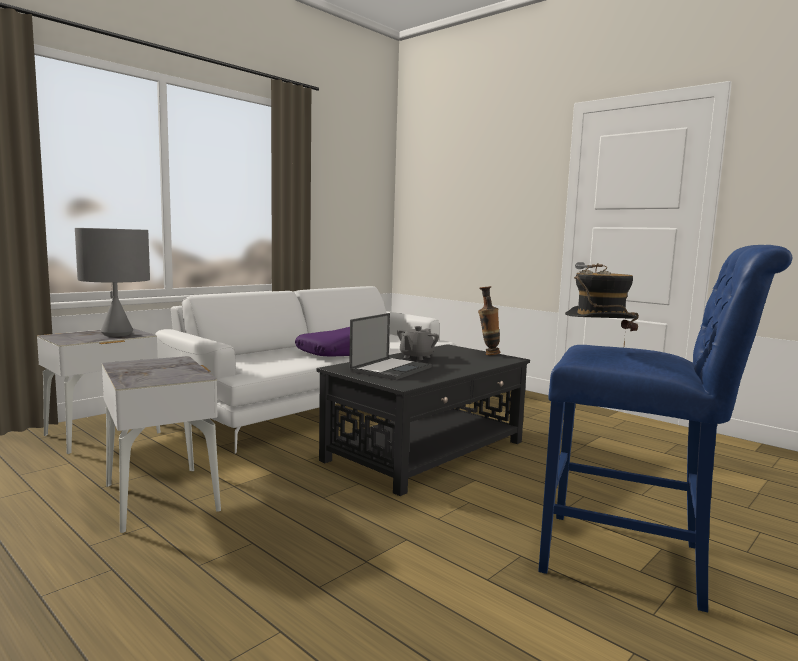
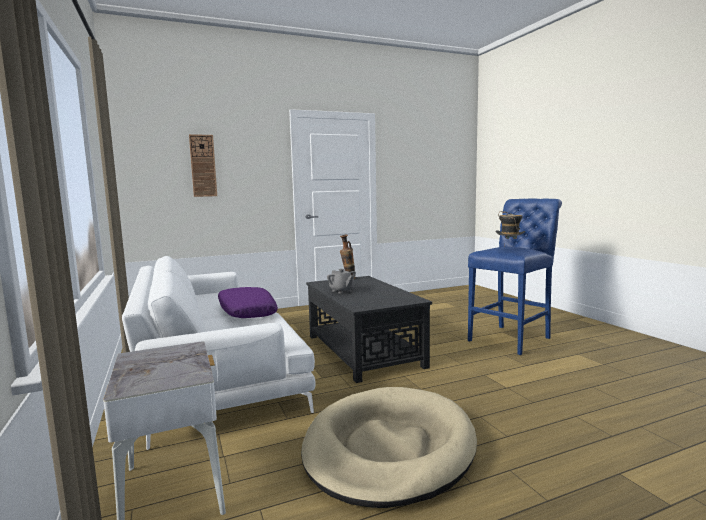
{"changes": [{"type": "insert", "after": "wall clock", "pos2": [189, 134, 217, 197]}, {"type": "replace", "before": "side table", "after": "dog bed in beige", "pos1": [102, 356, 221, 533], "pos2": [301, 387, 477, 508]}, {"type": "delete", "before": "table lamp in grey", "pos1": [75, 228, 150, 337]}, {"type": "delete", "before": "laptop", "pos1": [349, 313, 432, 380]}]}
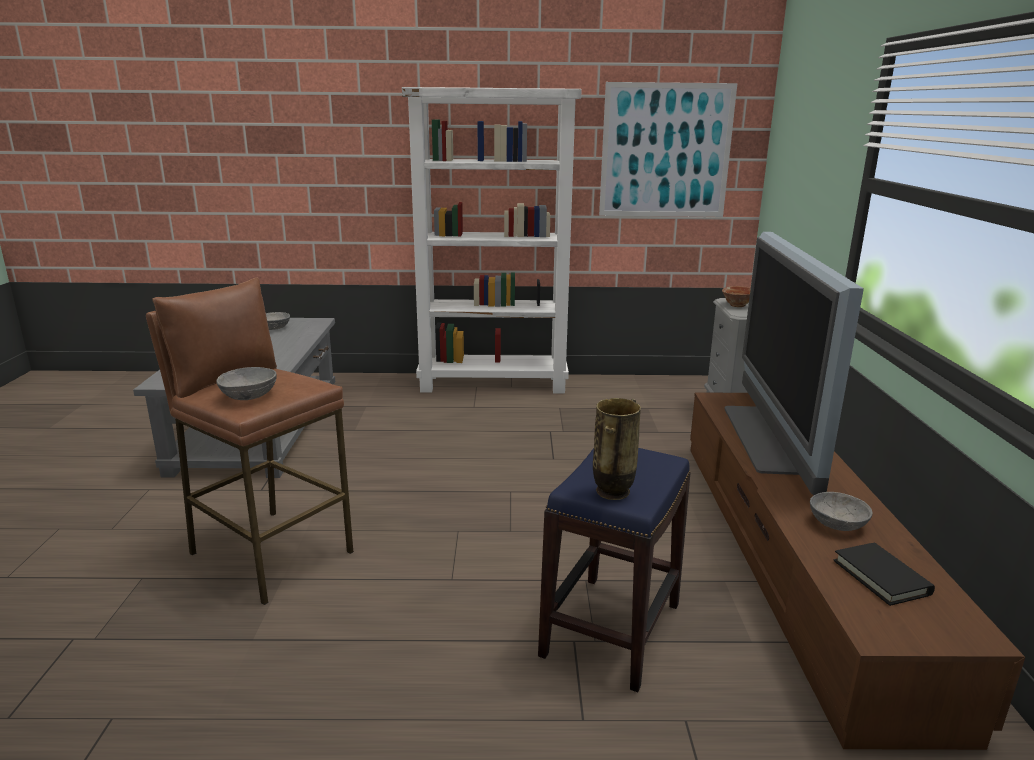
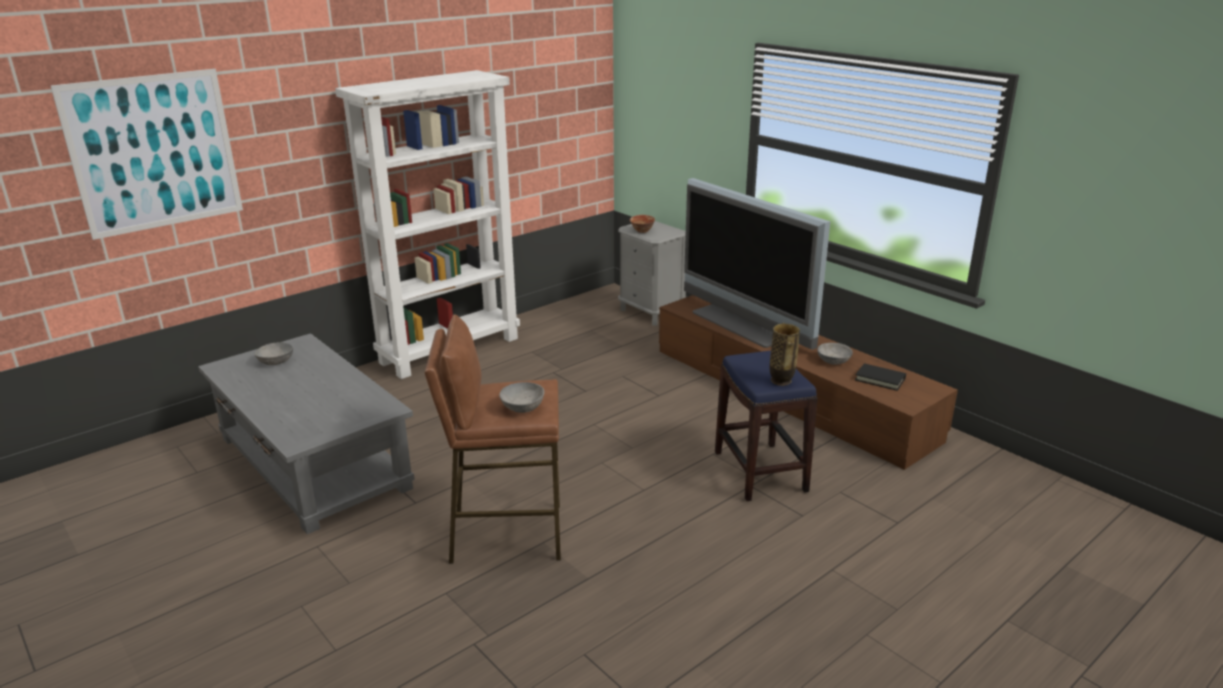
{"changes": [{"type": "move", "before": "picture", "pos1": [599, 82, 737, 217], "pos2": [51, 69, 243, 240]}]}
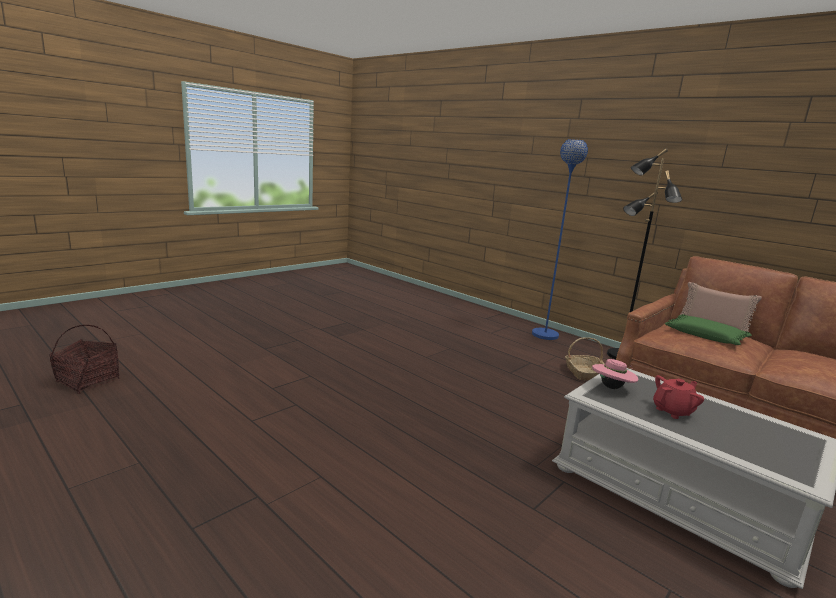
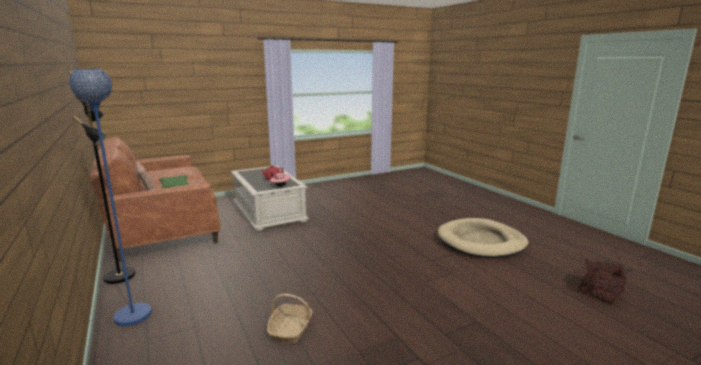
{"changes": [{"type": "move", "before": "basket", "pos1": [565, 337, 604, 380], "pos2": [267, 294, 312, 344]}, {"type": "insert", "after": "dog bed in beige", "pos2": [438, 218, 528, 258]}]}
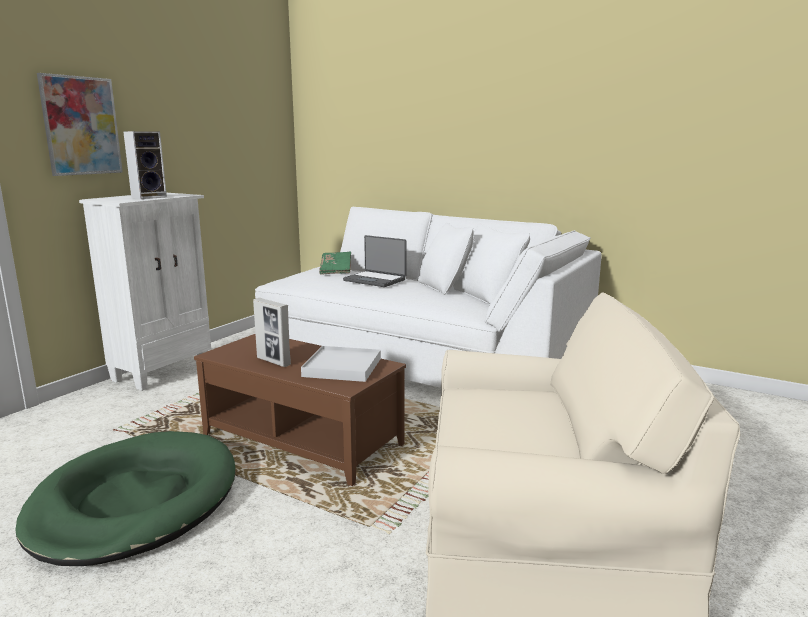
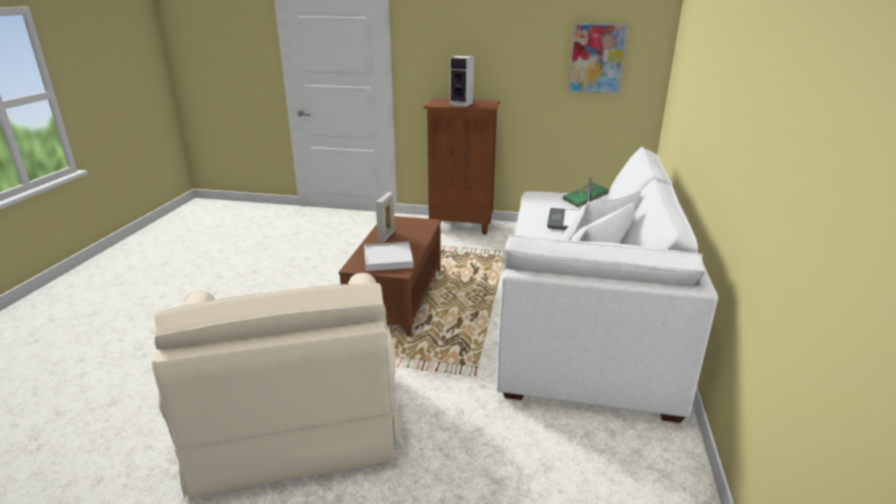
{"changes": [{"type": "recolor", "before": "cabinet in white", "after": "cabinet in brown", "pos1": [79, 193, 211, 391], "pos2": [424, 98, 500, 234]}, {"type": "move", "before": "picture", "pos1": [37, 73, 123, 176], "pos2": [568, 23, 628, 94]}, {"type": "delete", "before": "dog bed in green", "pos1": [15, 431, 235, 566]}]}
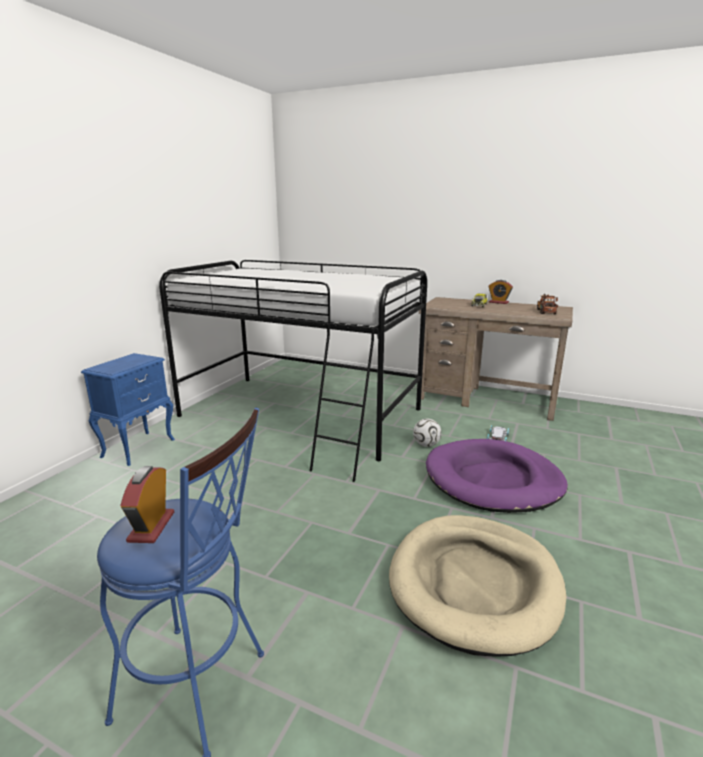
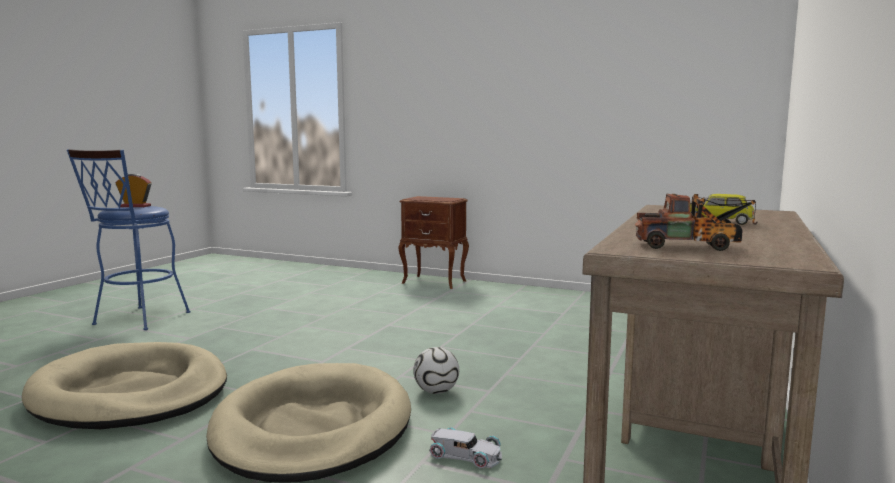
{"changes": [{"type": "recolor", "before": "dog bed in purple", "after": "dog bed in beige", "pos1": [426, 439, 568, 513], "pos2": [206, 363, 411, 483]}, {"type": "recolor", "before": "nightstand in blue", "after": "nightstand in brown", "pos1": [81, 353, 175, 466], "pos2": [398, 196, 469, 289]}, {"type": "delete", "before": "bed in black", "pos1": [159, 260, 427, 482]}, {"type": "delete", "before": "alarm clock", "pos1": [488, 280, 513, 304]}]}
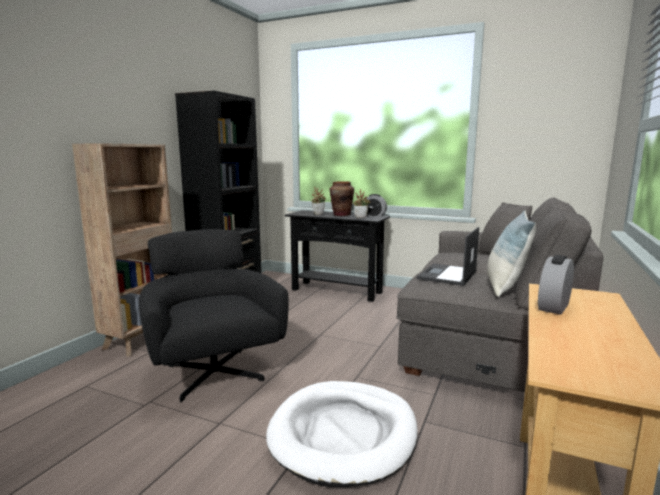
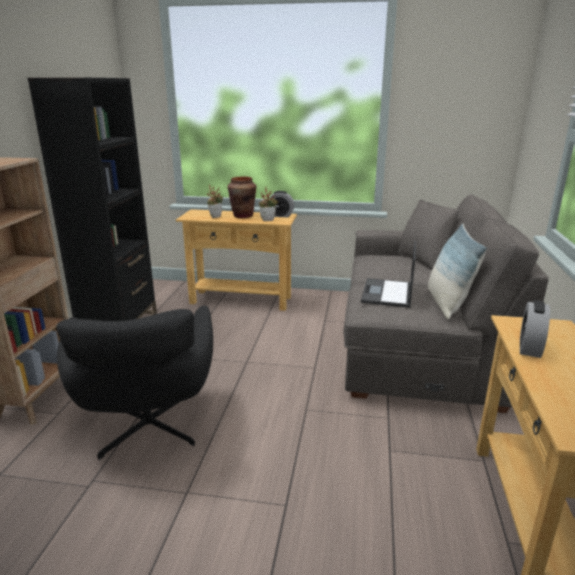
{"changes": [{"type": "rotate", "before": "armchair in black", "pos1": [139, 229, 289, 402], "pos2": [56, 305, 213, 460], "turn": -150}, {"type": "recolor", "before": "console table in black", "after": "console table in beige", "pos1": [285, 210, 390, 302], "pos2": [176, 209, 297, 311]}, {"type": "delete", "before": "dog bed in white", "pos1": [266, 381, 418, 487]}]}
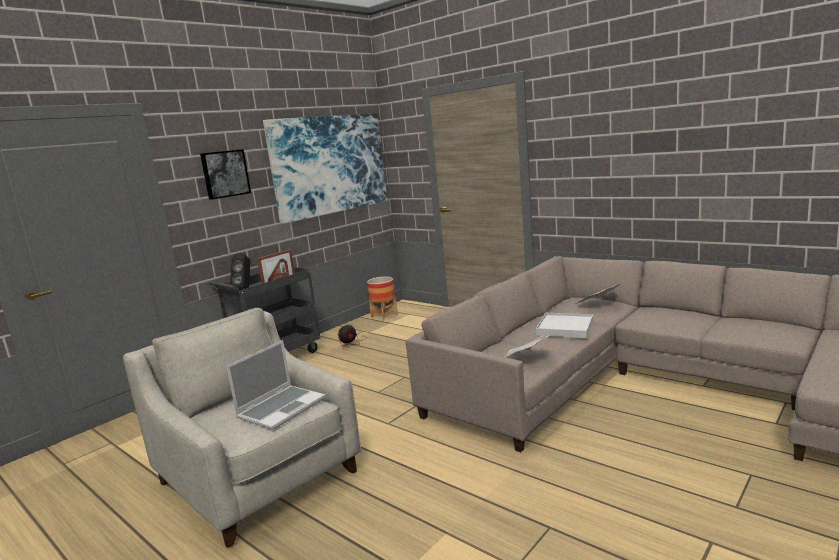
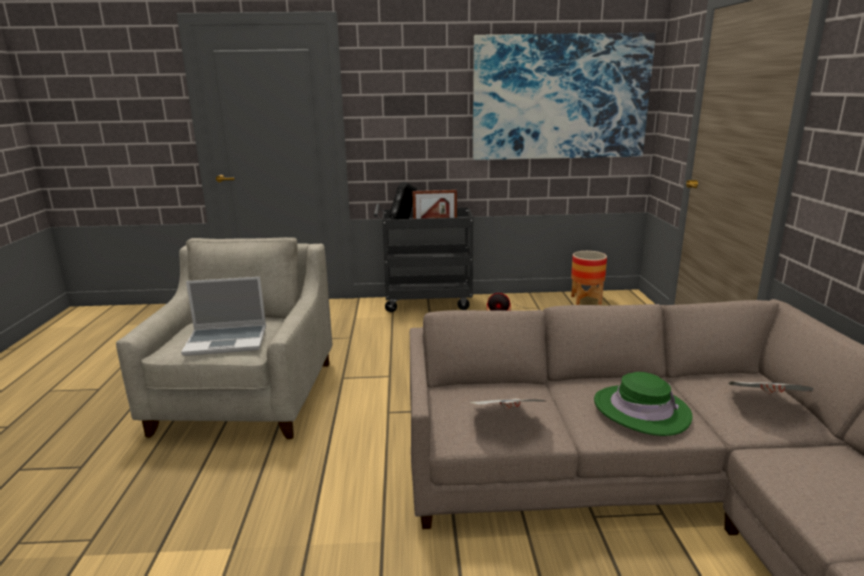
{"changes": [{"type": "replace", "before": "tray in white", "after": "hat in green", "pos1": [536, 313, 593, 338], "pos2": [594, 372, 692, 436]}, {"type": "delete", "before": "picture", "pos1": [200, 149, 251, 200]}]}
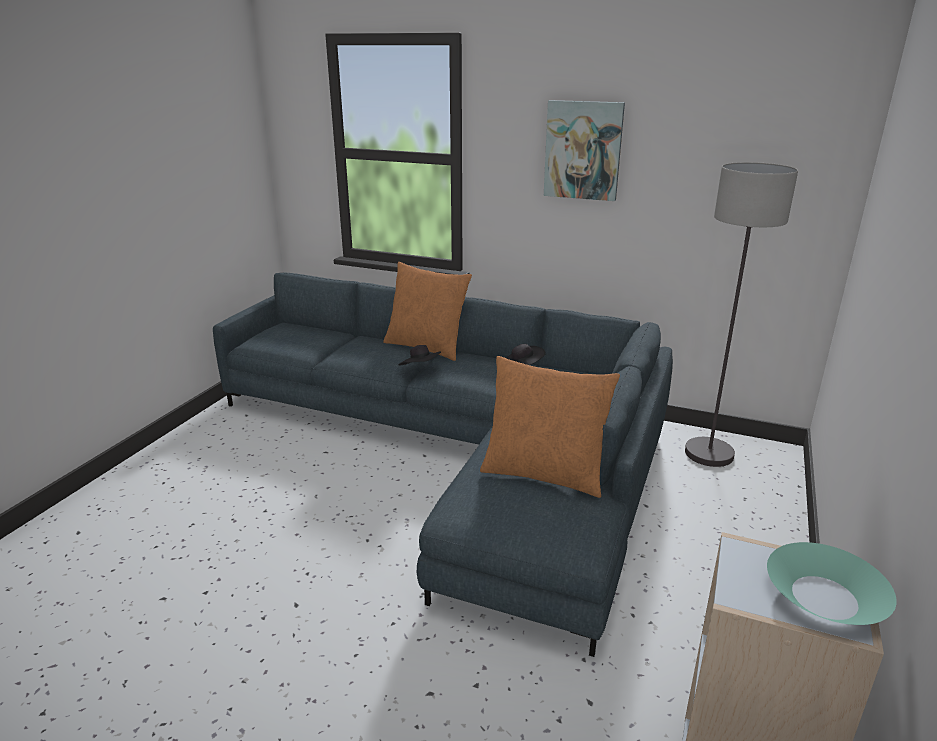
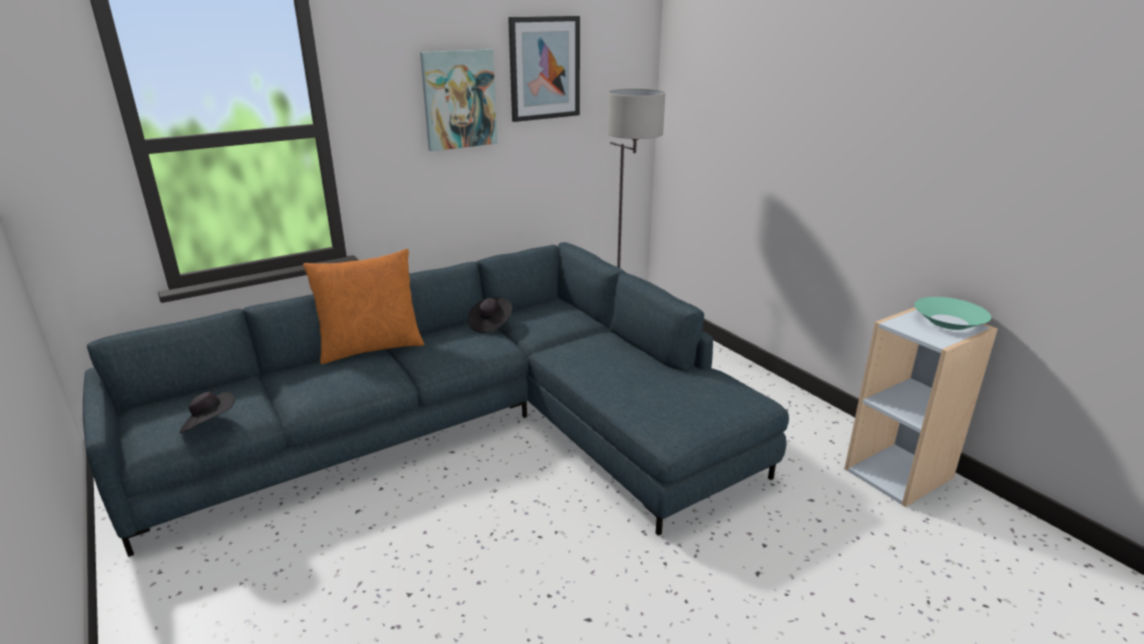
{"changes": [{"type": "move", "before": "hat in black", "pos1": [398, 345, 441, 366], "pos2": [180, 392, 235, 434]}, {"type": "insert", "after": "picture", "pos2": [508, 16, 580, 122]}, {"type": "delete", "before": "pillow in orange", "pos1": [480, 356, 620, 498]}]}
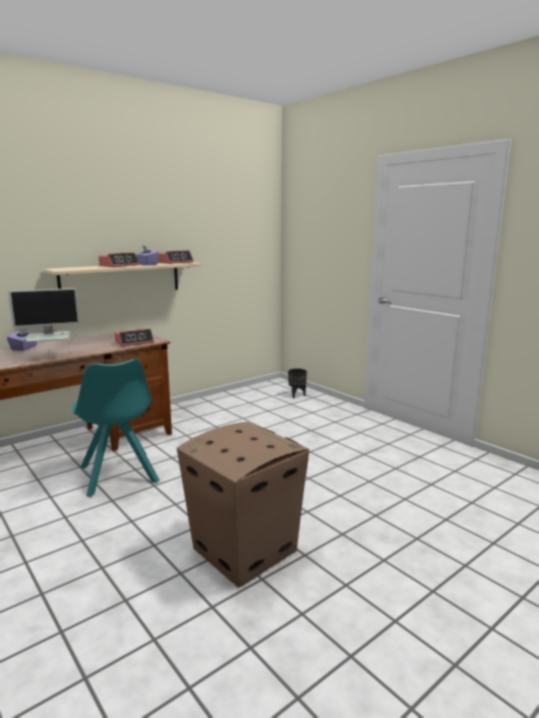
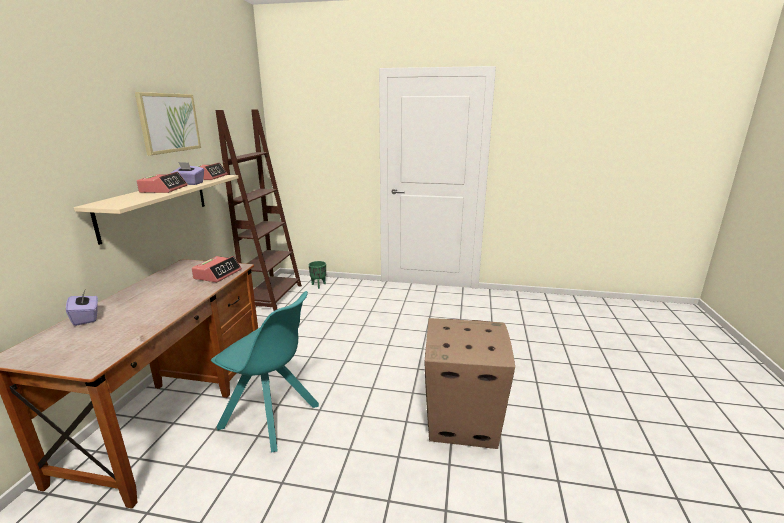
{"changes": [{"type": "insert", "after": "picture", "pos2": [135, 92, 201, 155]}, {"type": "insert", "after": "bookcase in brown", "pos2": [216, 110, 302, 311]}, {"type": "recolor", "before": "planter in black", "after": "planter in green", "pos1": [288, 368, 307, 398], "pos2": [309, 261, 326, 289]}, {"type": "delete", "before": "monitor", "pos1": [8, 288, 80, 354]}]}
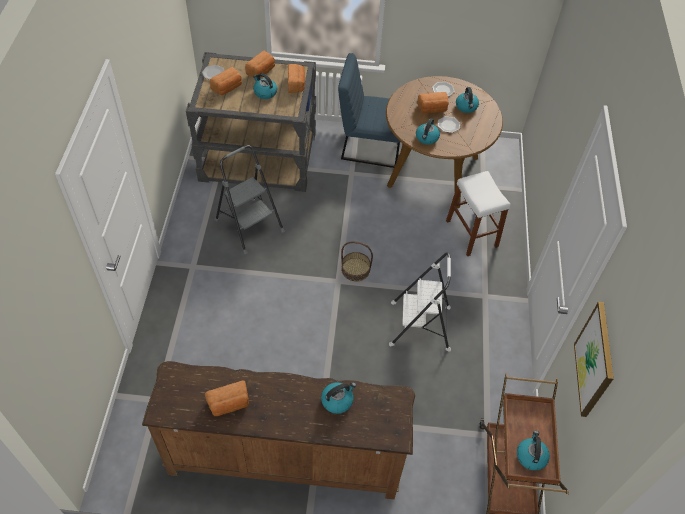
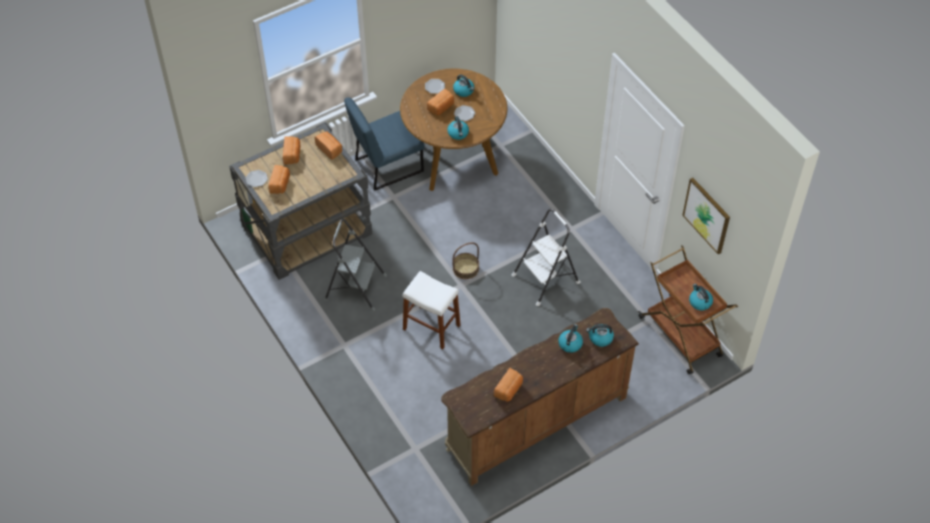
{"changes": [{"type": "move", "before": "stool in white", "pos1": [446, 171, 510, 256], "pos2": [403, 271, 461, 350]}, {"type": "move", "before": "kettle", "pos1": [253, 73, 277, 99], "pos2": [586, 324, 614, 347]}]}
